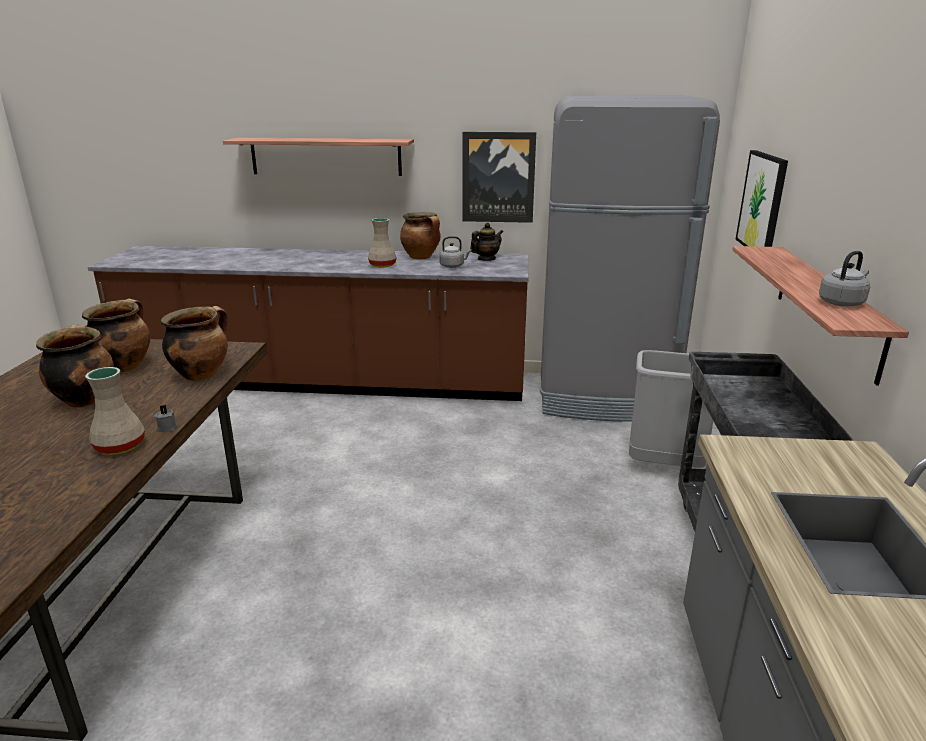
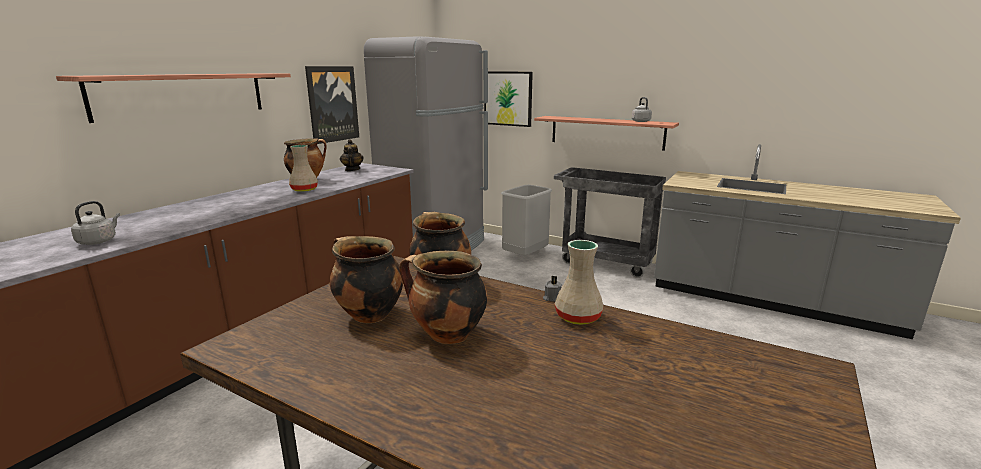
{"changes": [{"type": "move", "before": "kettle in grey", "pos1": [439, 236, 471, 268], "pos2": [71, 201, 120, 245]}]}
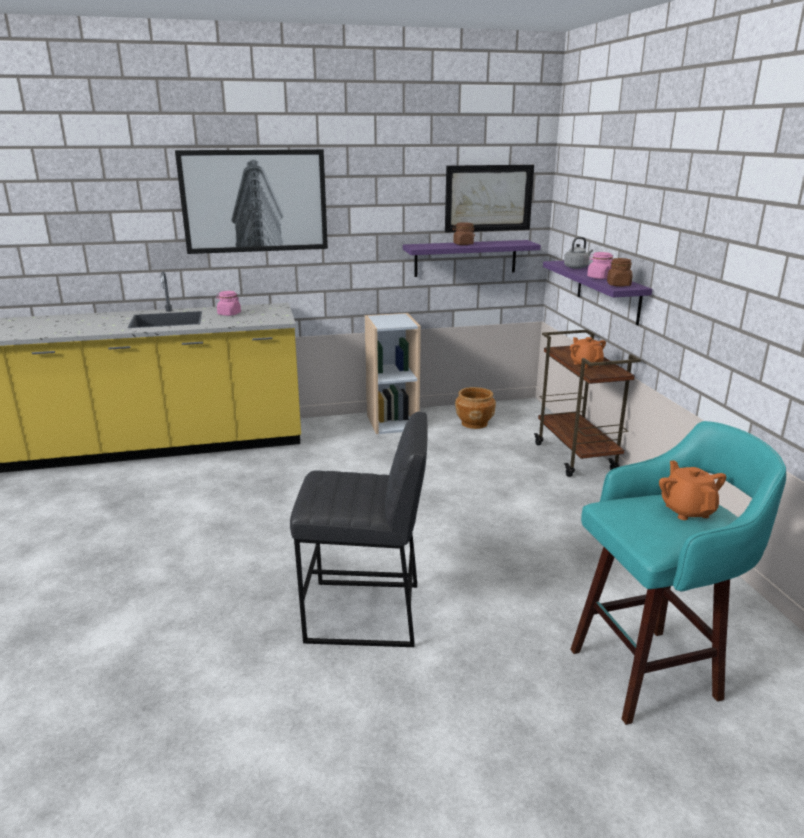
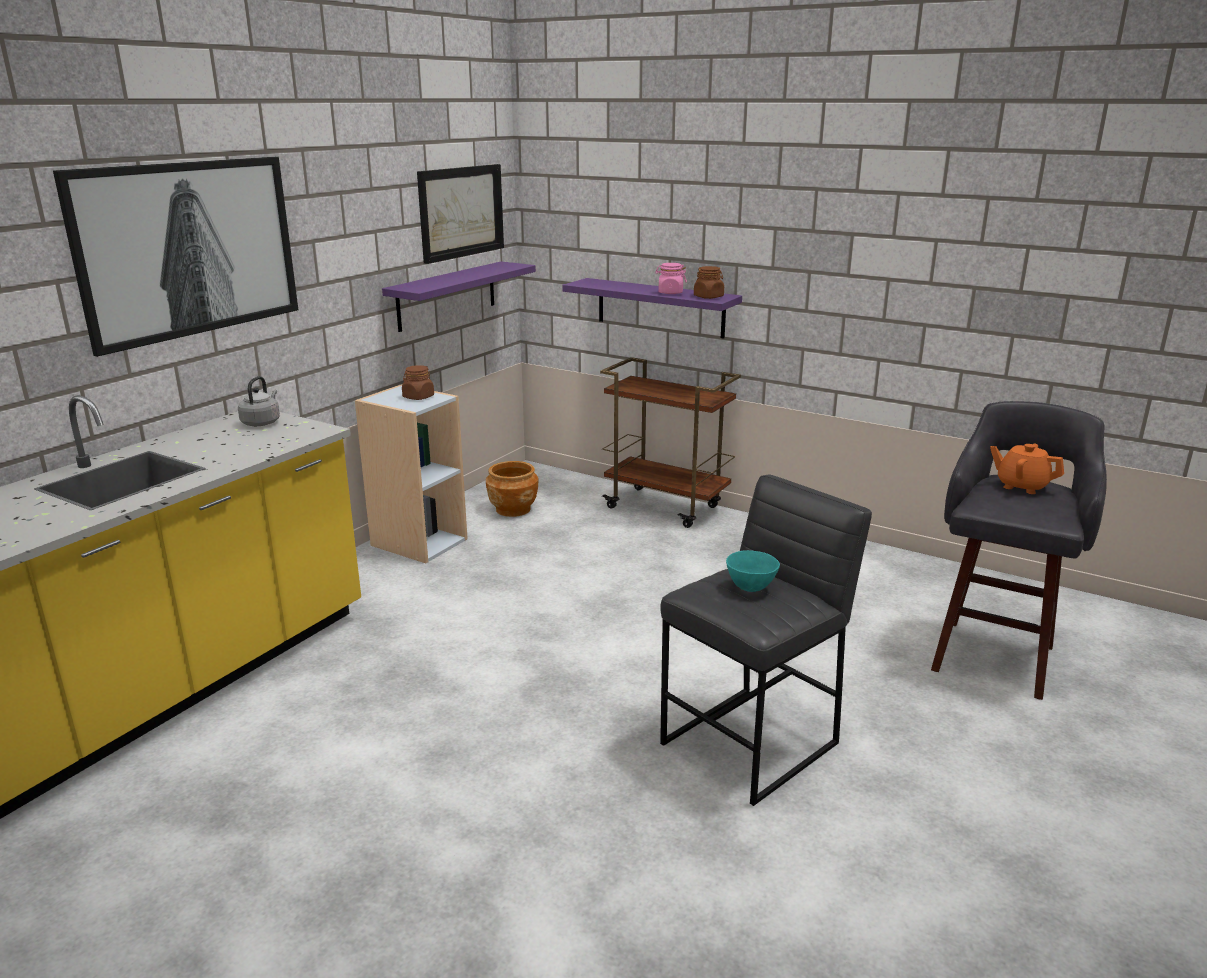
{"changes": [{"type": "move", "before": "kettle in grey", "pos1": [564, 237, 593, 269], "pos2": [238, 376, 280, 426]}, {"type": "move", "before": "jar in brown", "pos1": [452, 222, 475, 245], "pos2": [402, 365, 434, 400]}, {"type": "insert", "after": "bowl in turquoise", "pos2": [726, 550, 780, 592]}, {"type": "recolor", "before": "stool in turquoise", "after": "stool in grey", "pos1": [570, 421, 786, 725], "pos2": [931, 401, 1107, 700]}, {"type": "delete", "before": "jar in pink", "pos1": [216, 291, 241, 316]}, {"type": "delete", "before": "teapot in orange", "pos1": [570, 337, 606, 369]}]}
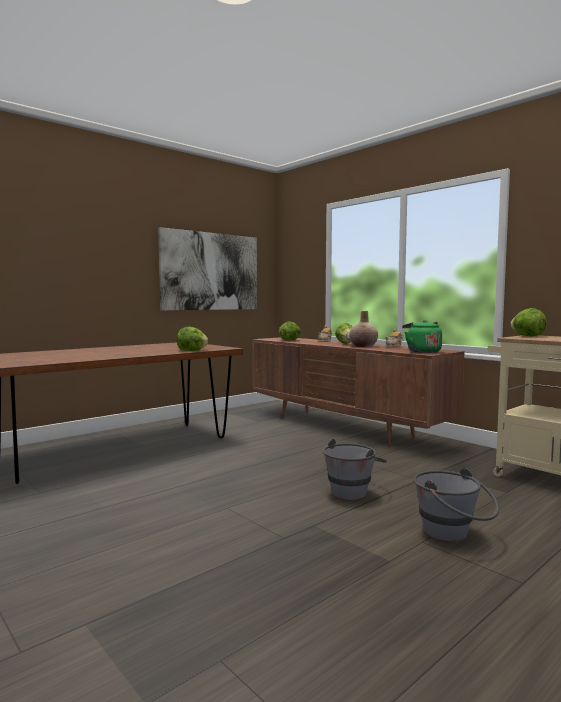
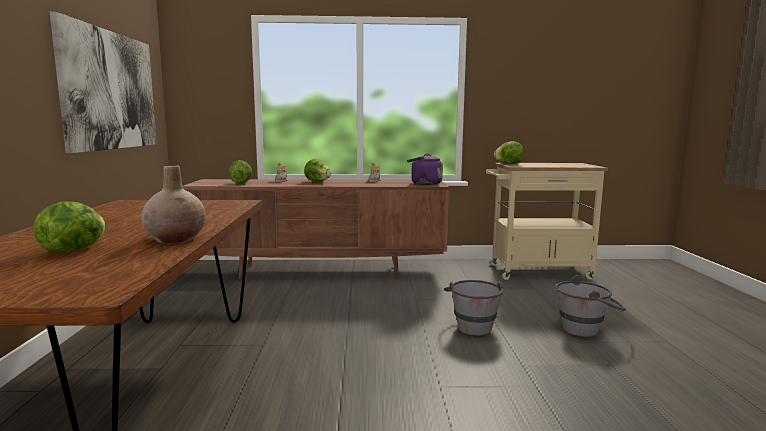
{"changes": [{"type": "move", "before": "lettuce", "pos1": [177, 327, 208, 351], "pos2": [33, 201, 105, 252]}, {"type": "move", "before": "vase in beige", "pos1": [349, 311, 378, 347], "pos2": [141, 165, 206, 243]}, {"type": "recolor", "before": "kettle in green", "after": "kettle in purple", "pos1": [402, 320, 442, 353], "pos2": [407, 154, 443, 185]}]}
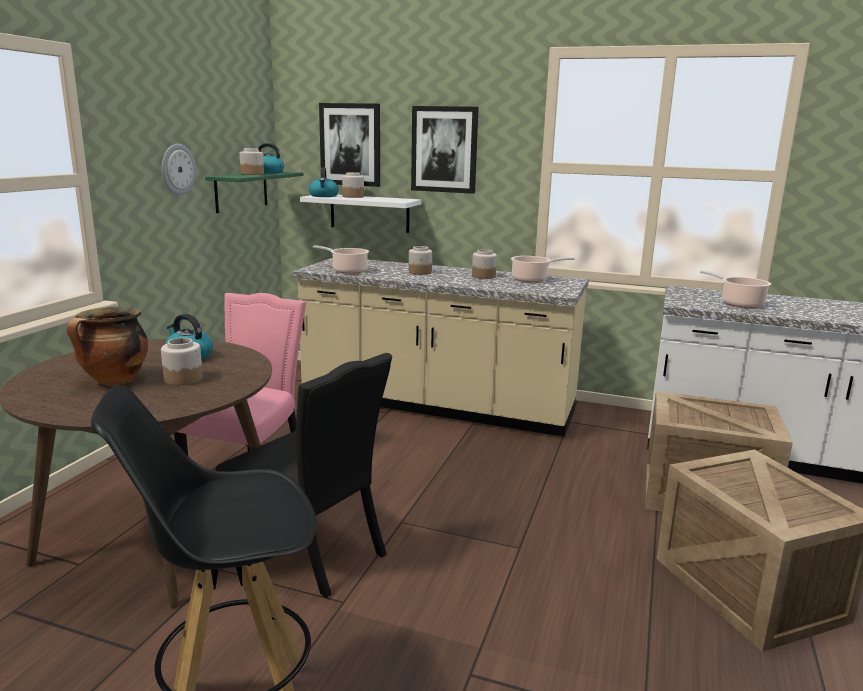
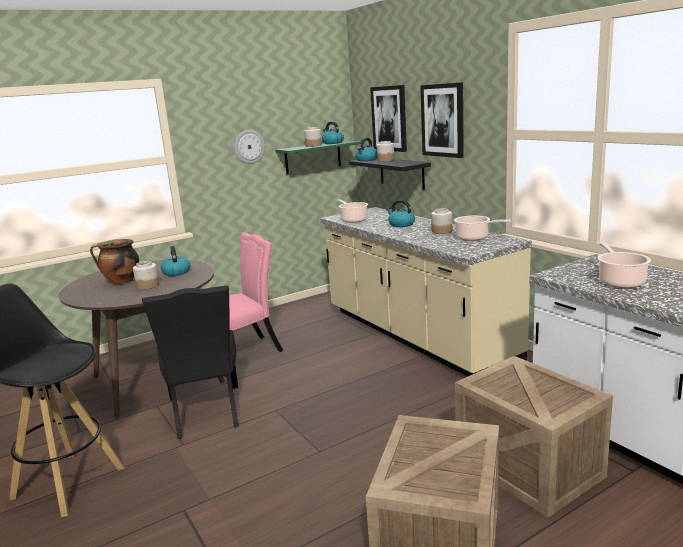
{"changes": [{"type": "recolor", "before": "shelf in white", "after": "shelf in black", "pos1": [300, 195, 421, 233], "pos2": [349, 159, 431, 190]}, {"type": "replace", "before": "jar", "after": "kettle", "pos1": [409, 246, 432, 275], "pos2": [386, 200, 415, 227]}]}
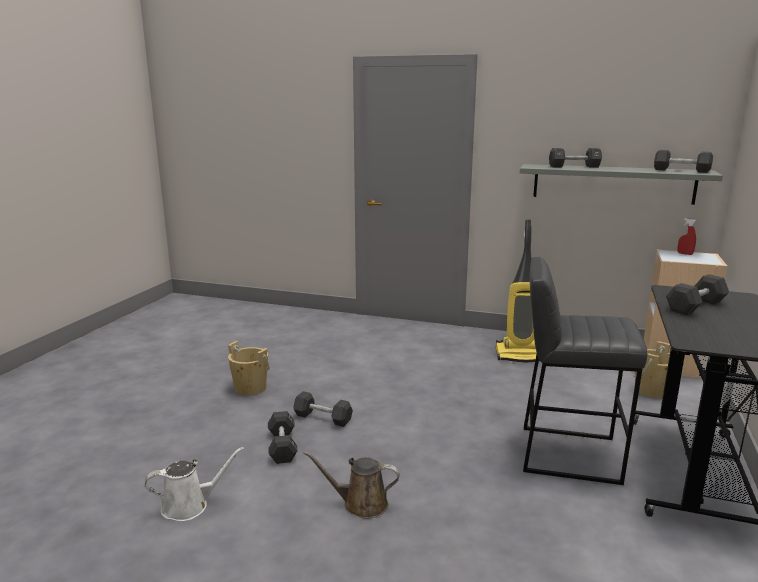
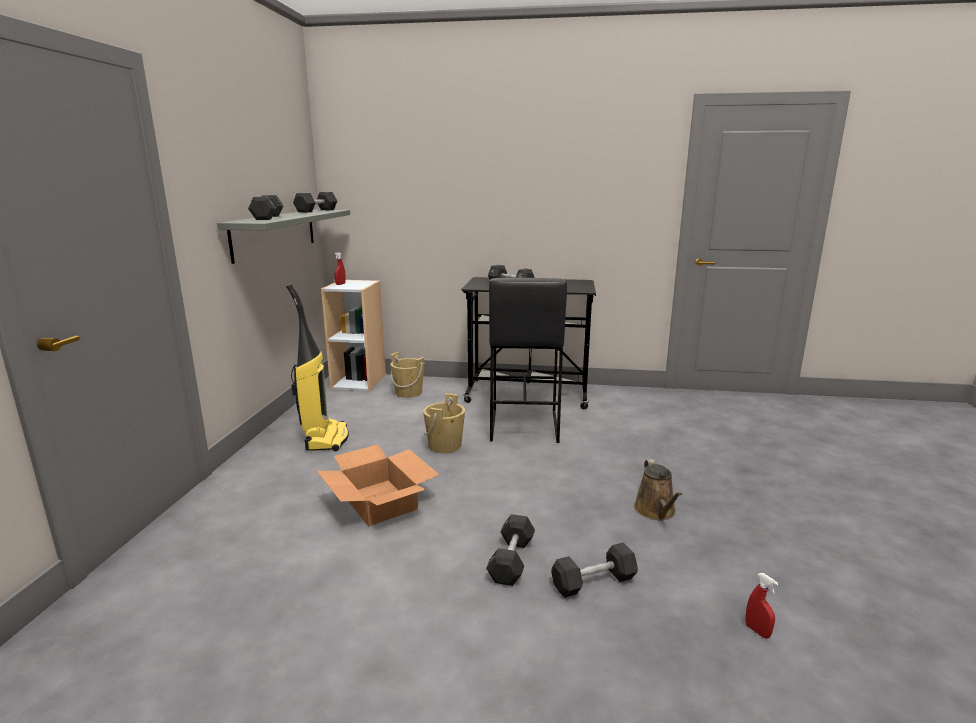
{"changes": [{"type": "insert", "after": "cardboard box", "pos2": [317, 444, 439, 526]}, {"type": "move", "before": "bucket in beige", "pos1": [228, 341, 270, 396], "pos2": [423, 393, 465, 453]}, {"type": "replace", "before": "watering can in white", "after": "spray bottle in red", "pos1": [145, 447, 244, 521], "pos2": [745, 573, 778, 639]}]}
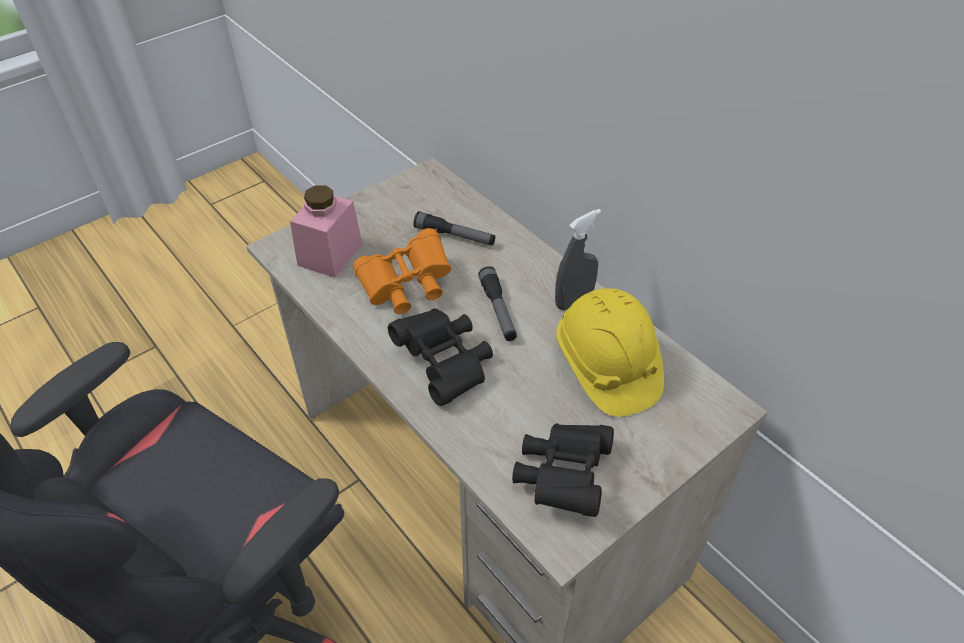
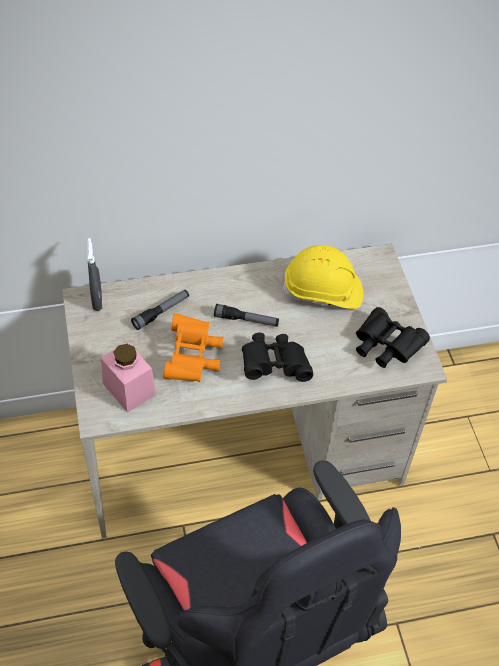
{"changes": [{"type": "move", "before": "spray bottle in grey", "pos1": [555, 209, 601, 310], "pos2": [87, 238, 102, 311]}]}
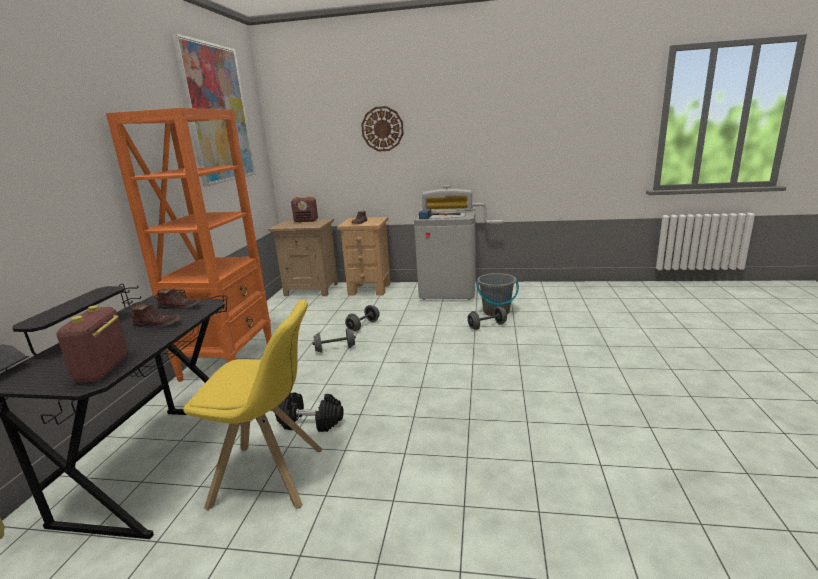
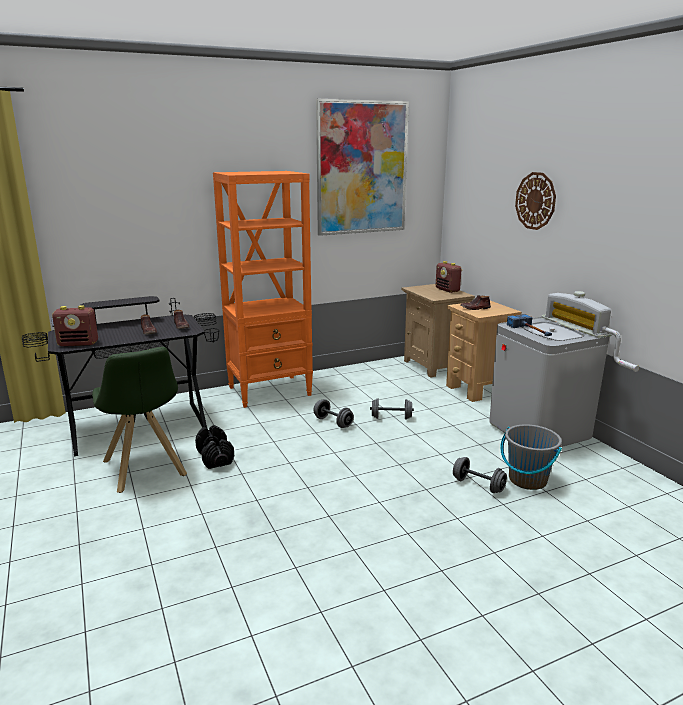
{"changes": [{"type": "rotate", "before": "radio", "pos1": [57, 305, 128, 383], "pos2": [52, 305, 98, 347], "turn": -150}, {"type": "recolor", "before": "chair in yellow", "after": "chair in green", "pos1": [184, 300, 323, 510], "pos2": [92, 347, 187, 493]}]}
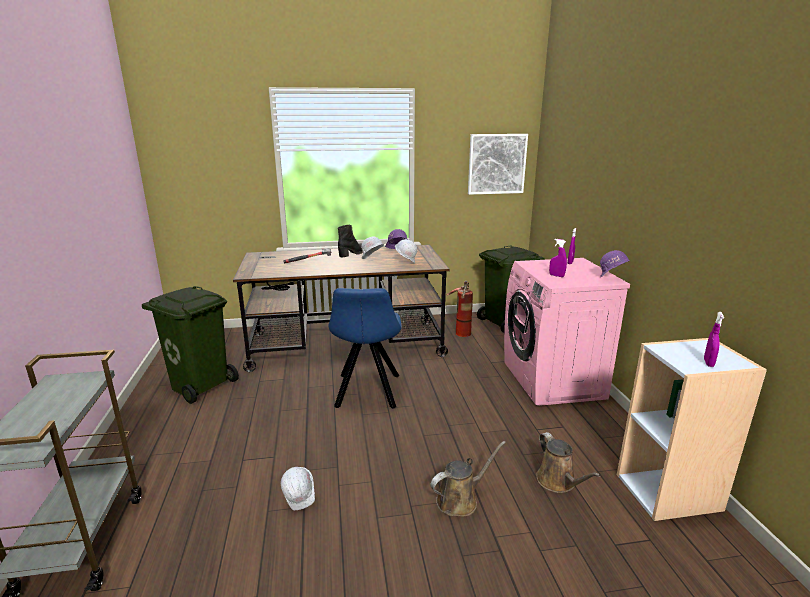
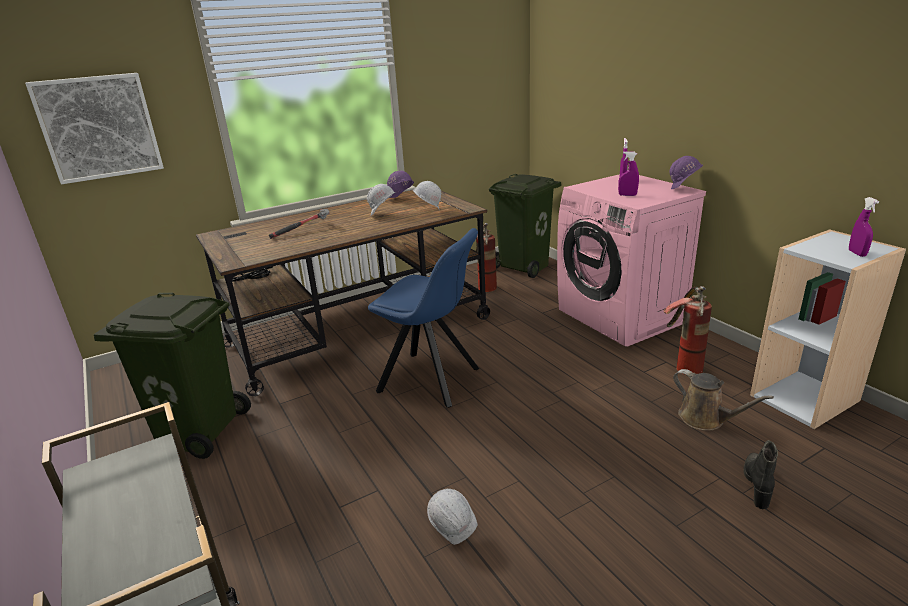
{"changes": [{"type": "move", "before": "picture", "pos1": [468, 134, 528, 195], "pos2": [25, 73, 164, 184]}, {"type": "rotate", "before": "chair in blue", "pos1": [329, 288, 402, 408], "pos2": [368, 228, 479, 408], "turn": -45}, {"type": "insert", "after": "fire extinguisher", "pos2": [664, 286, 712, 375]}, {"type": "move", "before": "boot in black", "pos1": [338, 225, 363, 257], "pos2": [743, 440, 778, 509]}, {"type": "delete", "before": "watering can in brown", "pos1": [430, 441, 506, 517]}]}
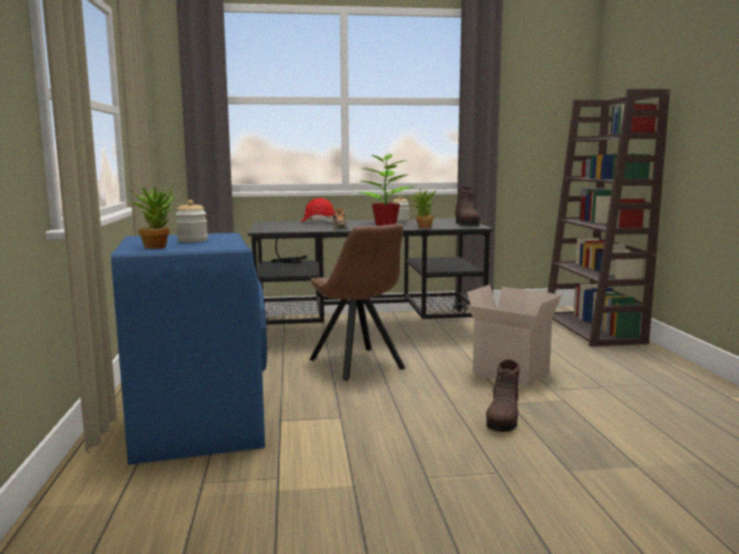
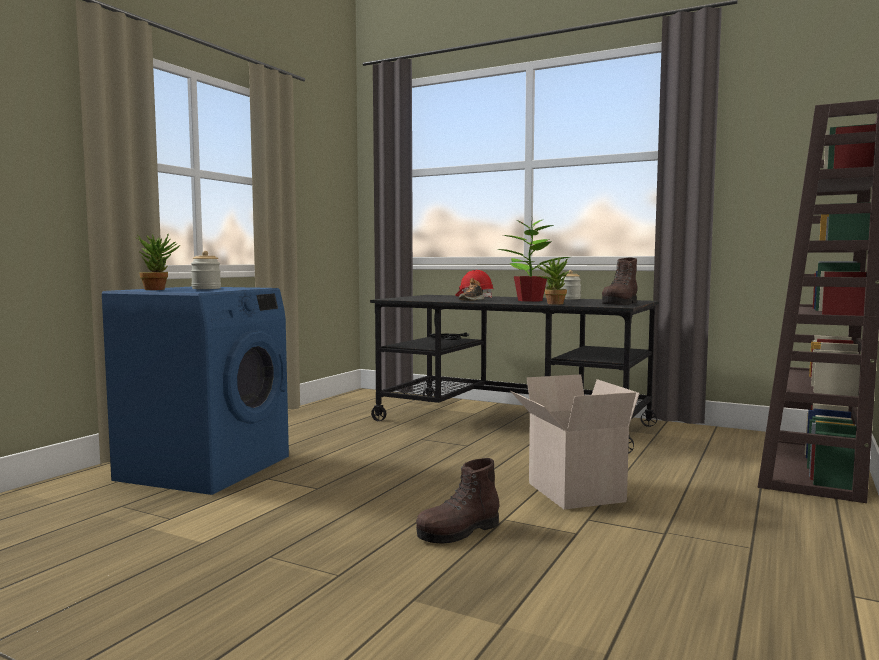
{"changes": [{"type": "delete", "before": "chair in brown", "pos1": [309, 224, 405, 381]}]}
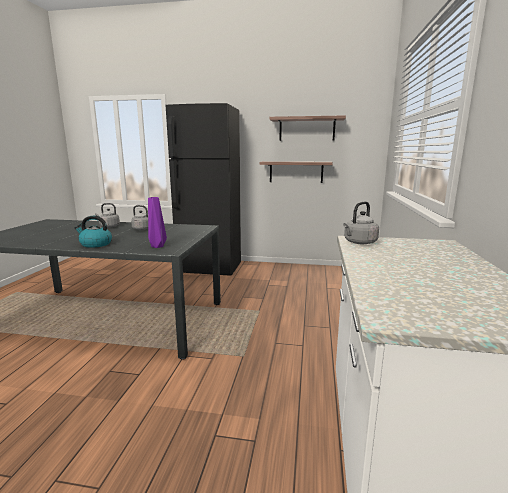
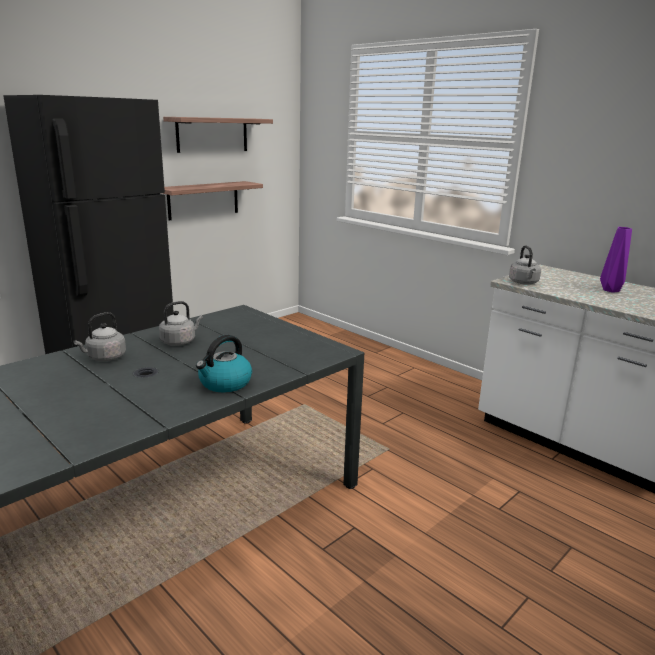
{"changes": [{"type": "move", "before": "vase in purple", "pos1": [148, 197, 167, 248], "pos2": [600, 227, 632, 293]}]}
